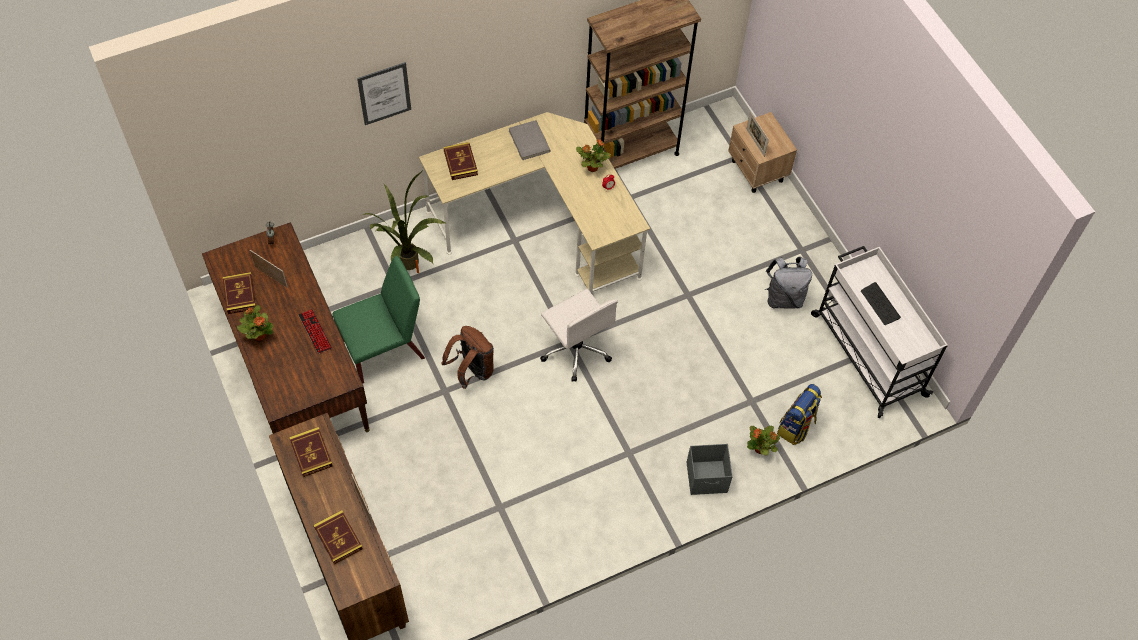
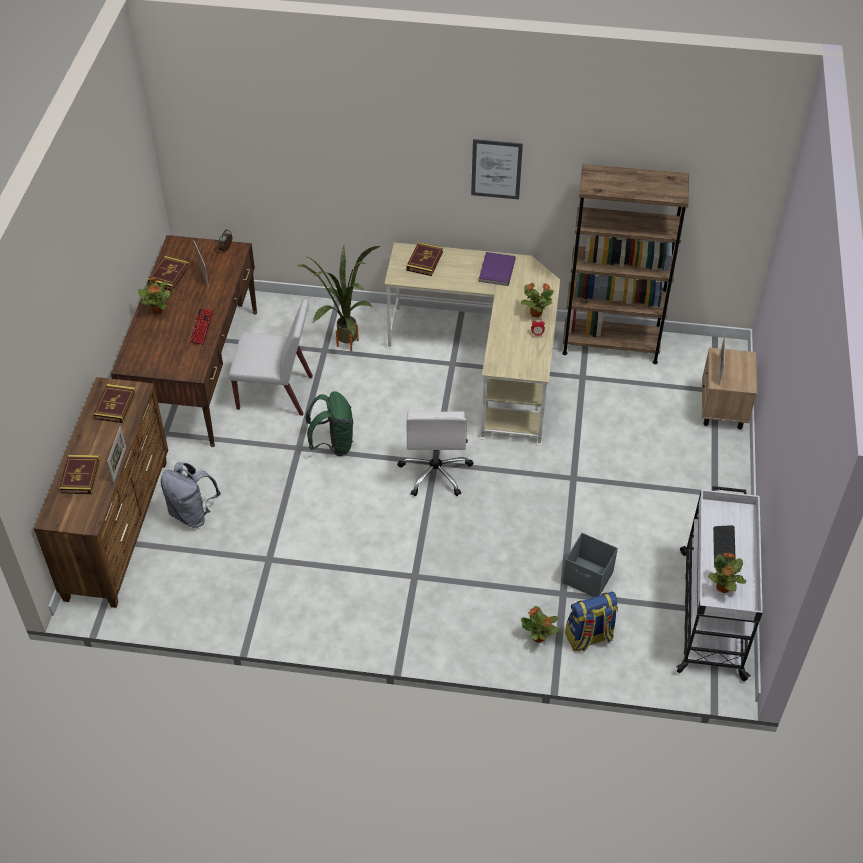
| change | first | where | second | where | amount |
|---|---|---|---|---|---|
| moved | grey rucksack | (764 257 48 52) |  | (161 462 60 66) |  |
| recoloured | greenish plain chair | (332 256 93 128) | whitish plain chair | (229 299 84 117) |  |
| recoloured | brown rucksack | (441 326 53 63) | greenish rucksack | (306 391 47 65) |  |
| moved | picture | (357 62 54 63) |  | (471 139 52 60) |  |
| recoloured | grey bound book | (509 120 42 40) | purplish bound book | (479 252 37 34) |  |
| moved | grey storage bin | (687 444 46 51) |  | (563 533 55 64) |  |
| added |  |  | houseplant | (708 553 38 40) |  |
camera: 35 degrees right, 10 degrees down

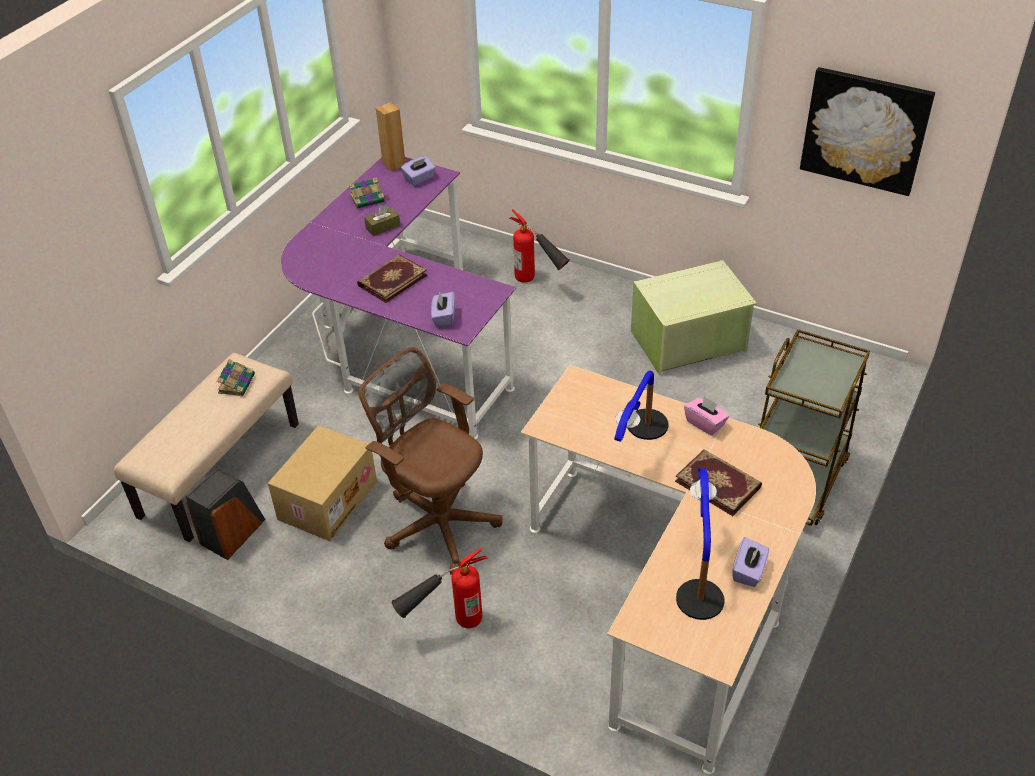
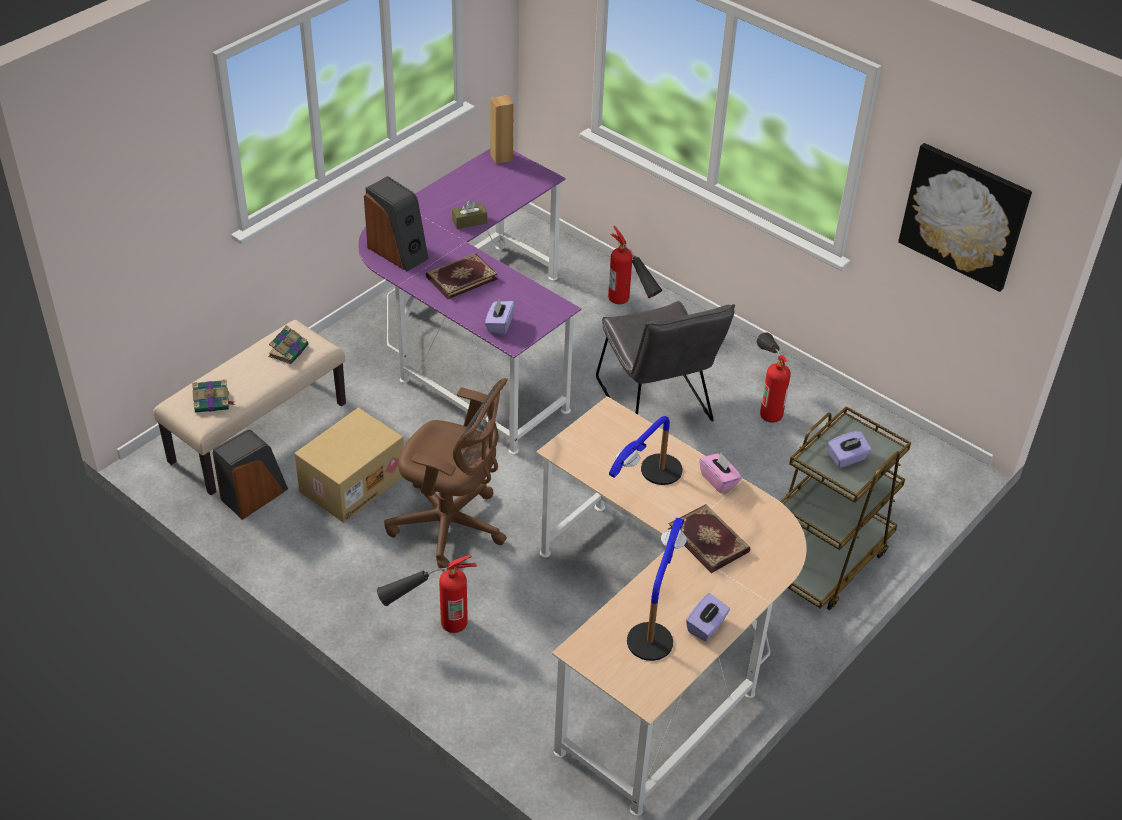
| change | first | where | second | where | amount |
|---|---|---|---|---|---|
| moved | bound book | (349 177 39 32) |  | (192 380 44 33) |  |
| added |  |  | speaker | (364 176 65 95) |  |
| turned | brown computer chair | (359 347 144 228) |  | (384 378 124 193) | 150 degrees clockwise |
| added |  |  | grey plain chair | (596 301 139 120) |  |
| replaced | greenish storage bin | (631 260 126 115) | extinguisher | (757 332 34 91) |  |
| moved | purplish tissue holder | (401 156 35 30) |  | (827 431 45 37) |  |
camera: 10 degrees right, 0 degrees up

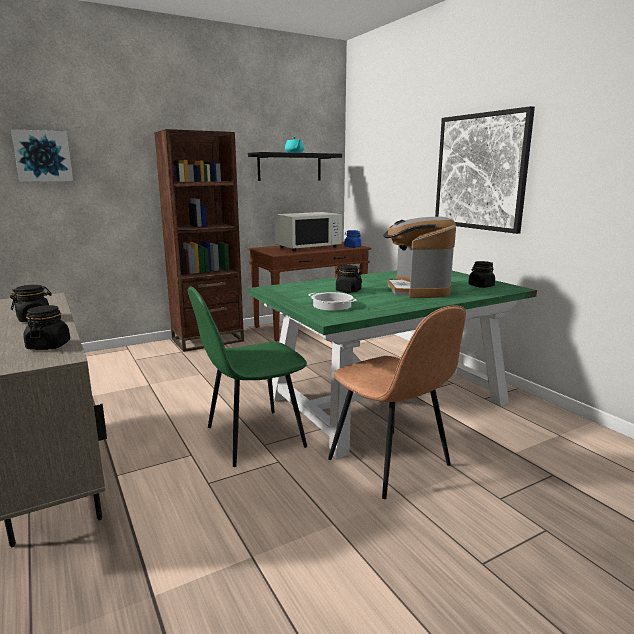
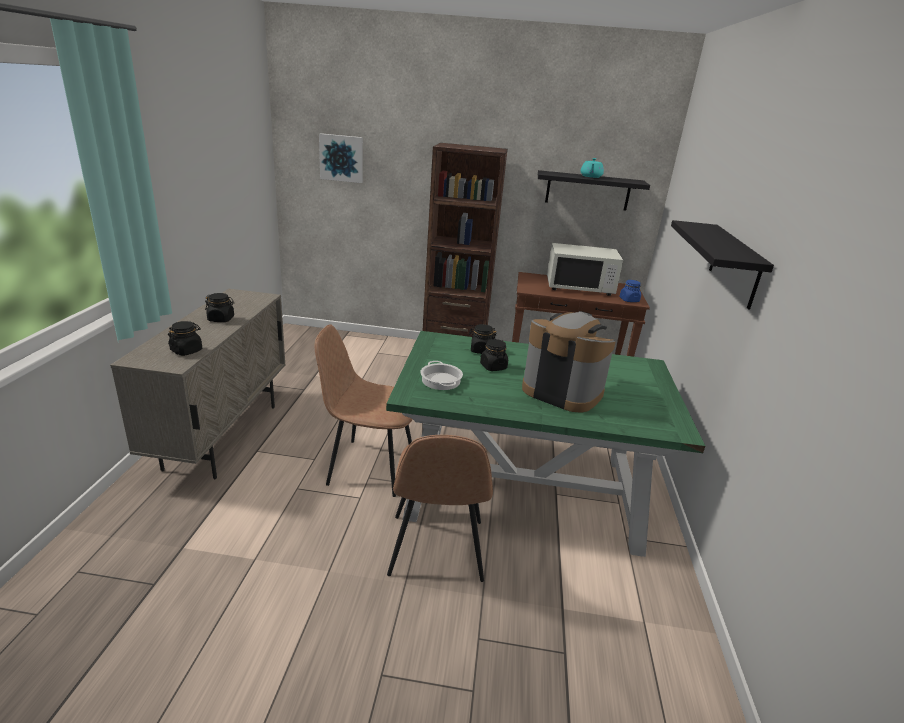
| change | first | where | second | where | amount |
|---|---|---|---|---|---|
| recoloured | greenish plain chair | (188 286 119 181) | brown plain chair | (315 324 98 173) |  |
| moved | black storage jar | (469 261 26 27) |  | (469 324 28 30) |  |
| turned | coffee machine | (383 217 73 81) |  | (522 311 93 101) | 90 degrees clockwise |
| replaced | picture | (435 106 100 128) | black bracket shelf | (671 220 103 90) |  |
camera: 35 degrees right, 10 degrees up

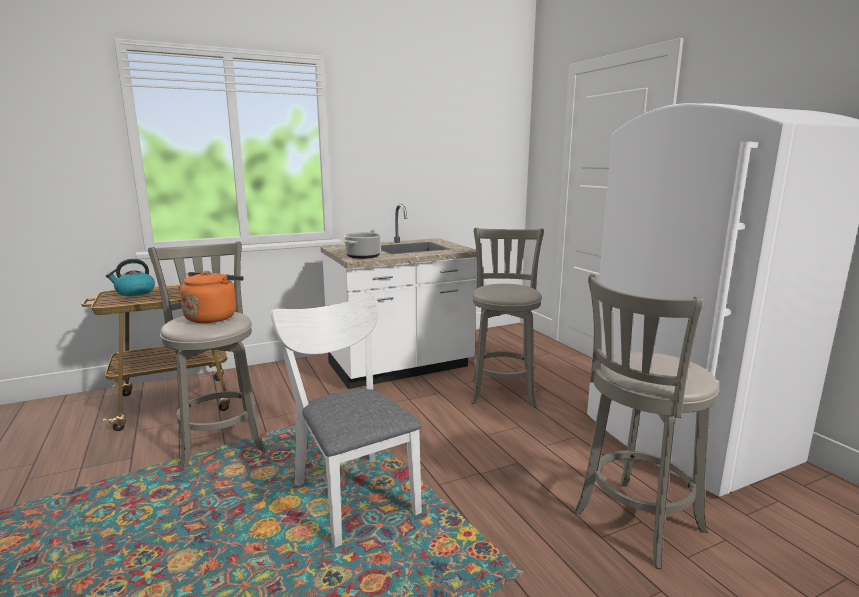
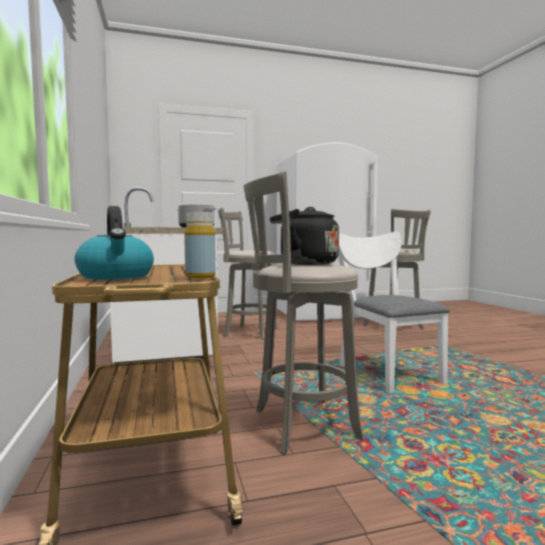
| change | first | where | second | where | amount |
|---|---|---|---|---|---|
| added |  |  | yellow-coloured bottle | (184 212 32 66) |  |
| recoloured | orangey tea kettle | (178 271 65 52) | black tea kettle | (270 207 69 58) |  |
| turned | whitish plain chair | (271 295 151 253) |  | (338 231 112 162) | 90 degrees clockwise |
camera: 80 degrees left, 10 degrees down

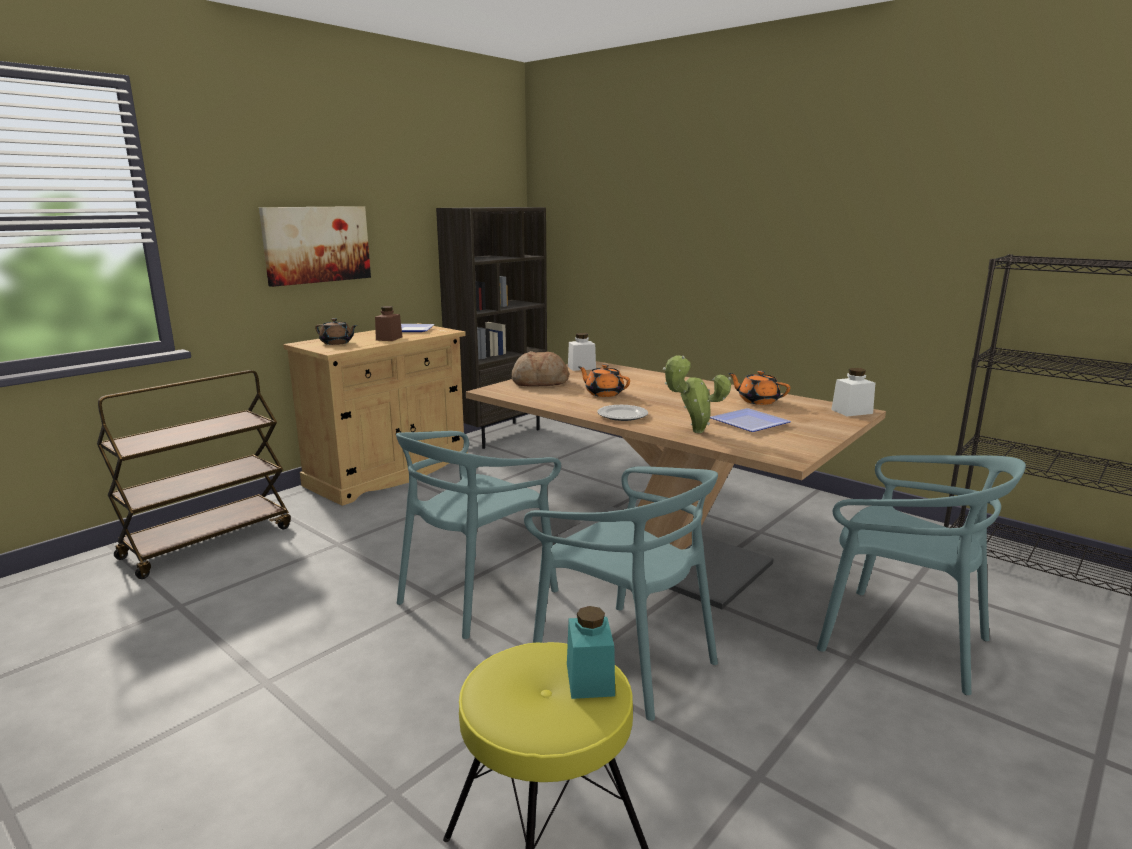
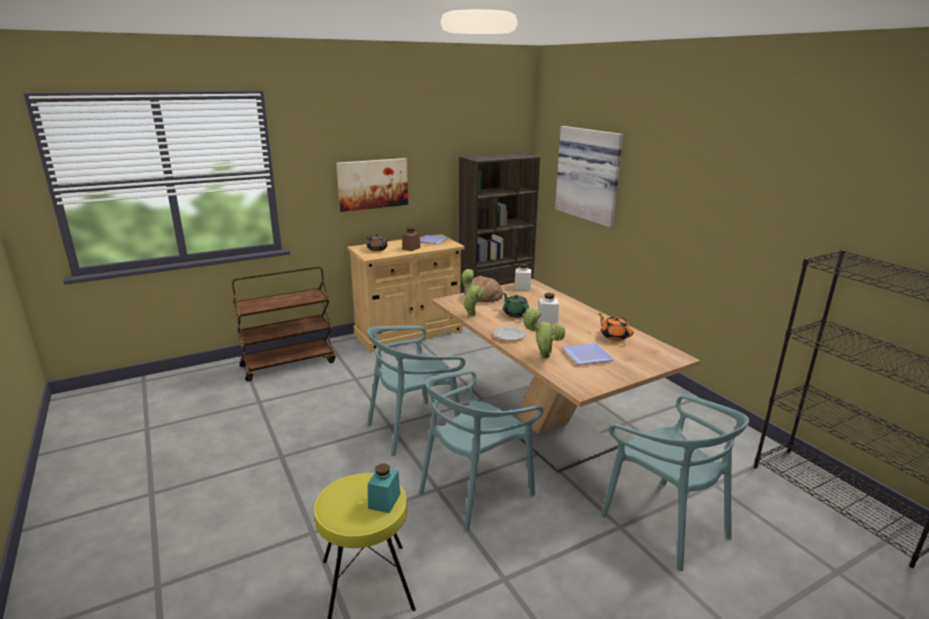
| change | first | where | second | where | amount |
|---|---|---|---|---|---|
| turned | turquoise-coloured plain chair | (524 466 194 255) |  | (419 370 125 161) | 75 degrees clockwise |
| added |  |  | houseplant | (461 269 24 47) |  |
| recoloured | orangey tea pot | (578 364 52 33) | greenish tea pot | (503 293 26 24) |  |
| moved | whitish storage jar | (831 368 44 49) |  | (538 293 21 30) |  |
| added |  |  | picture | (555 126 68 101) |  |
camera: 20 degrees right, 5 degrees up

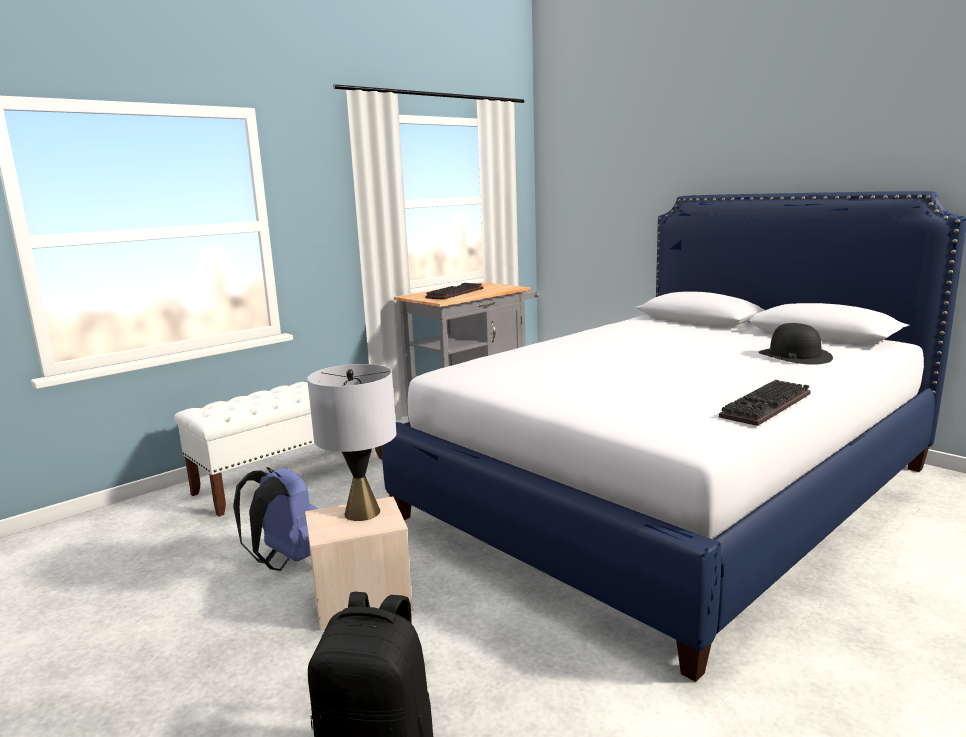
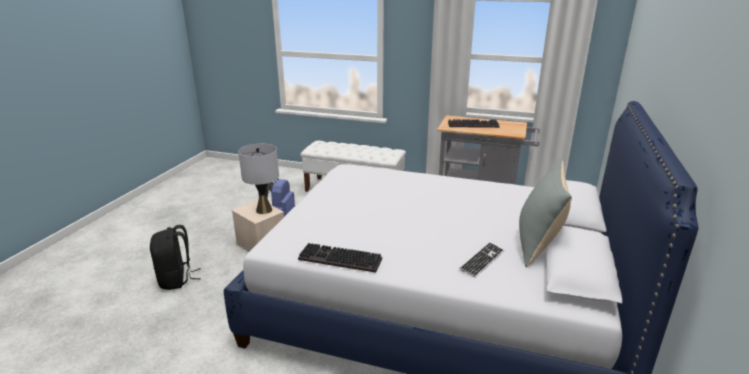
| change | first | where | second | where | amount |
|---|---|---|---|---|---|
| replaced | black clothing hat | (758 323 75 42) | PC keyboard | (459 242 45 36) |  |
| added |  |  | grey throw pillow | (519 160 53 107) |  |
camera: 60 degrees right, 10 degrees up

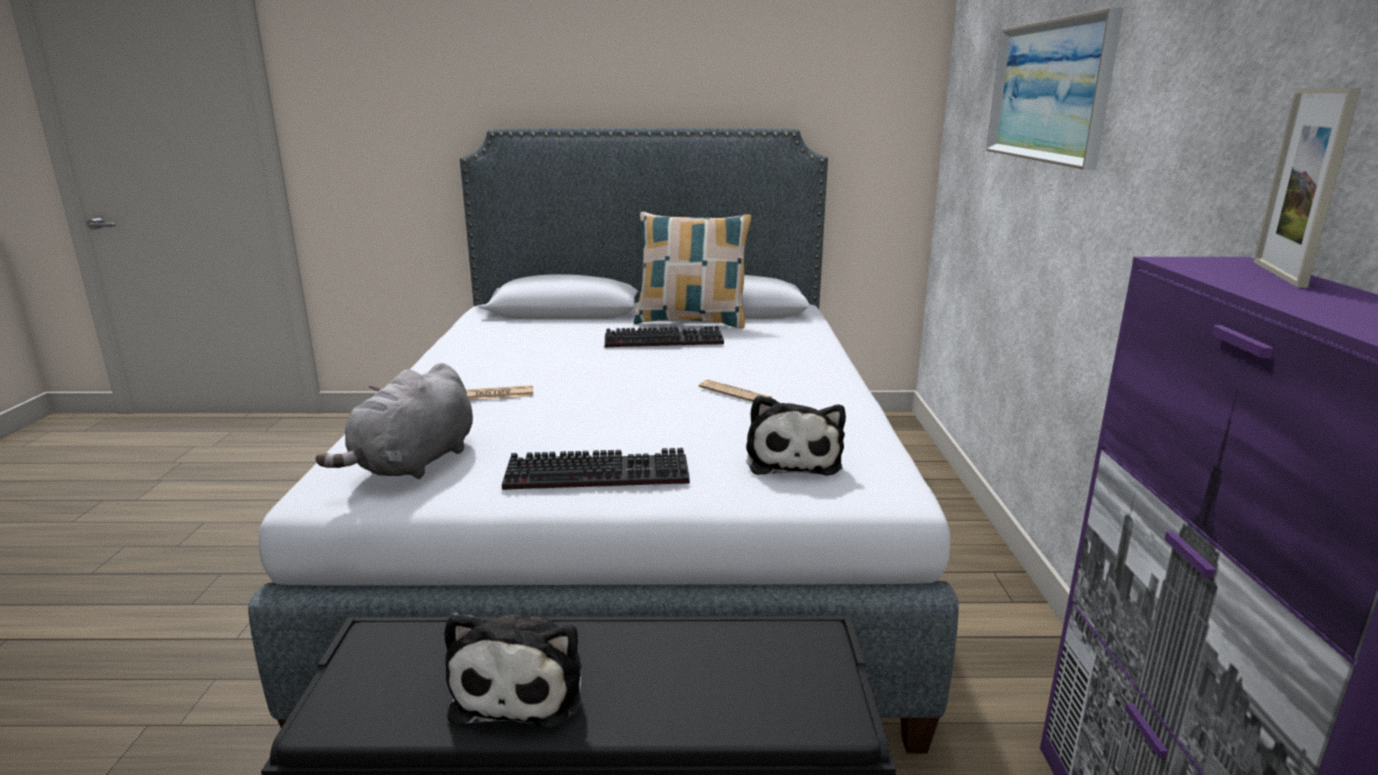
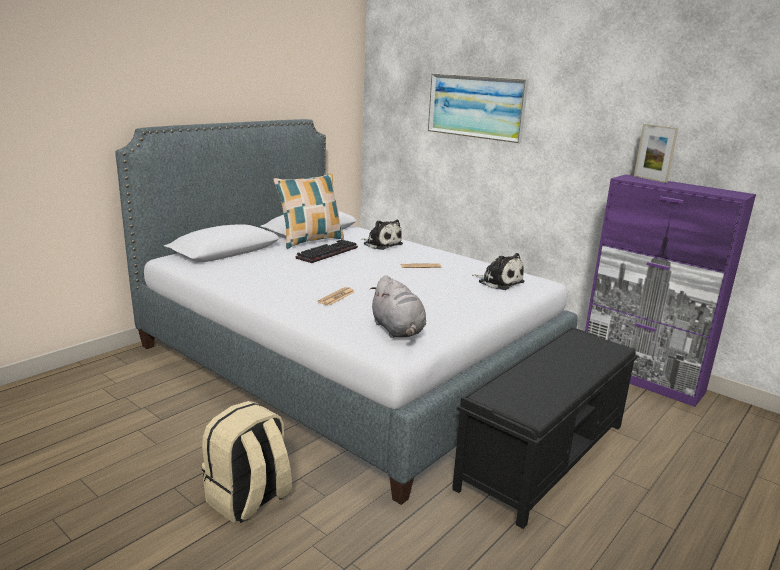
| change | first | where | second | where | amount |
|---|---|---|---|---|---|
| added |  |  | beige rucksack | (202 401 90 122) |  |
| moved | soft toy | (444 612 138 117) |  | (361 220 42 30) |  |
| removed | PC keyboard | (502 448 188 42) |  |  |  |
camera: 50 degrees left, 0 degrees up

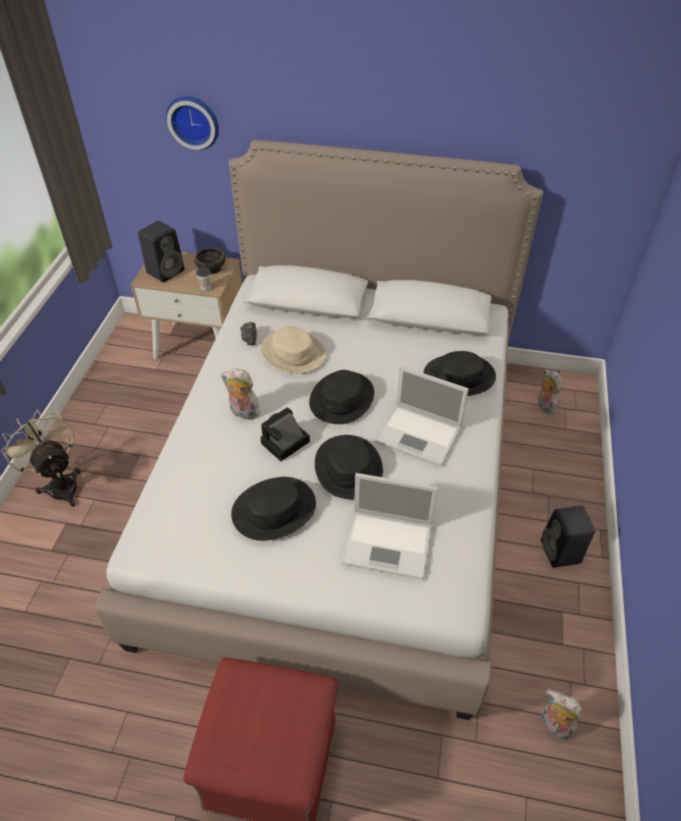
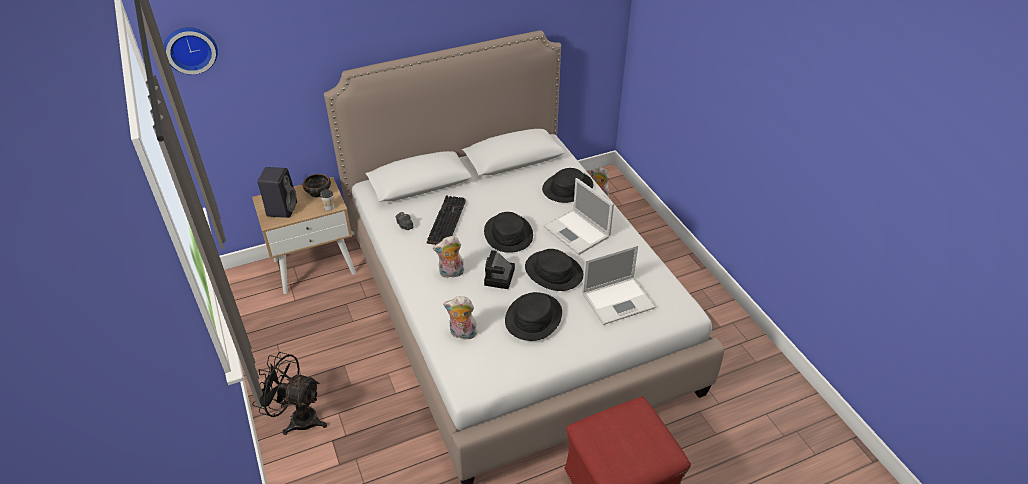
| change | first | where | second | where | amount |
|---|---|---|---|---|---|
| moved | wall clock | (166 96 53 54) |  | (164 27 54 47) |  |
| recoloured | beige electric fan | (1 410 79 97) | black electric fan | (252 352 75 83) |  |
| replaced | beige clothing hat | (261 326 65 48) | PC keyboard | (427 195 39 50) |  |
| moved | soft toy | (541 689 42 51) |  | (443 297 34 42) |  |
| turned | portable computer | (375 366 94 101) |  | (543 178 71 77) | 60 degrees clockwise |
| removed | black speaker | (541 505 54 63) |  |  |  |
camera: 35 degrees left, 5 degrees down

